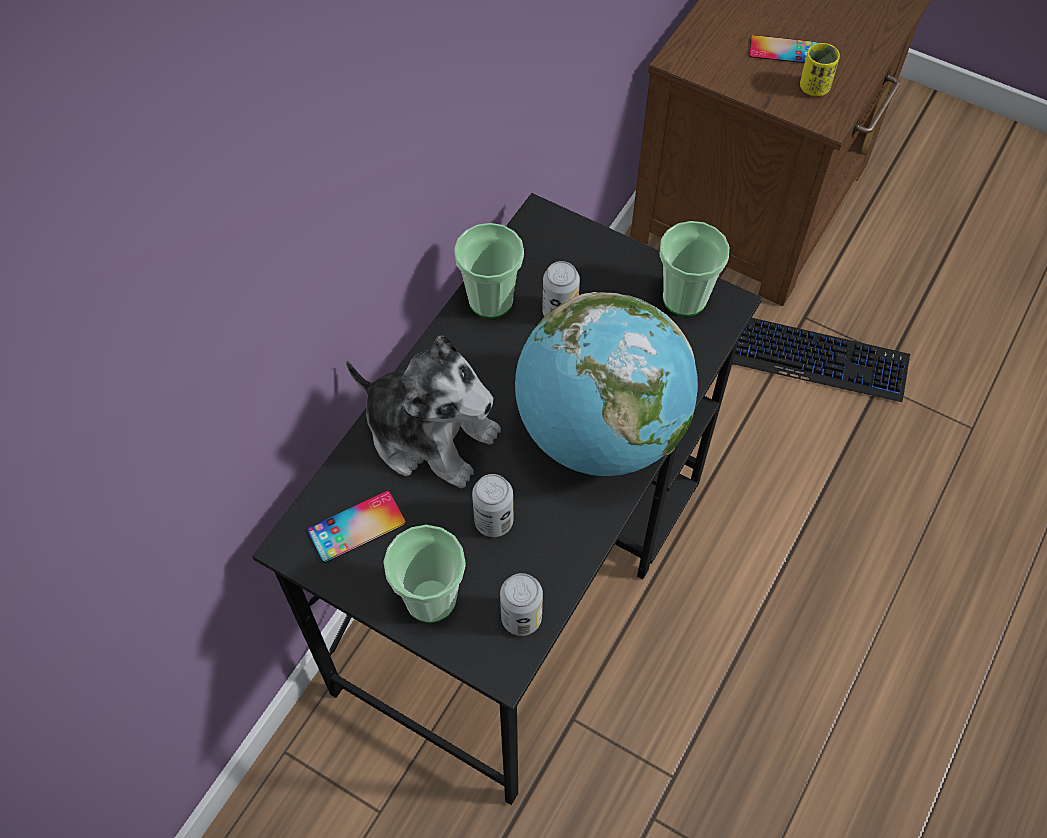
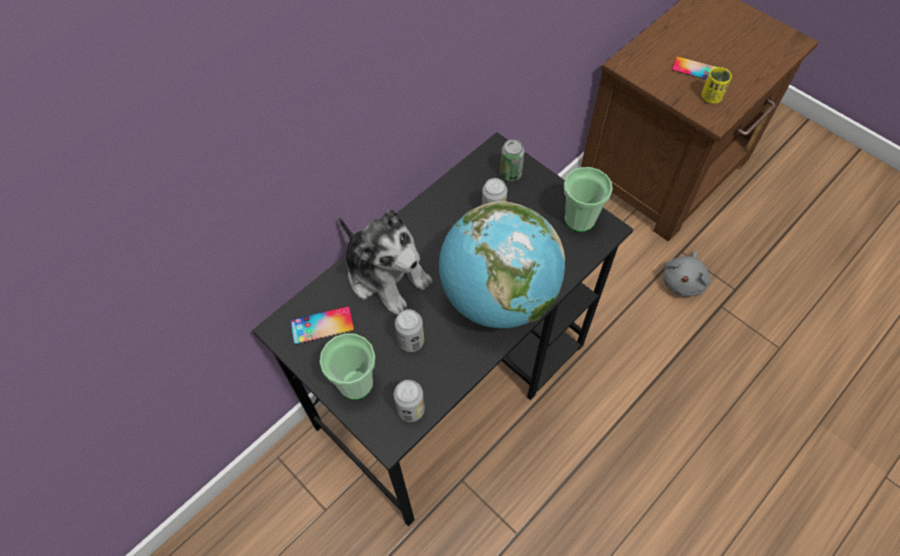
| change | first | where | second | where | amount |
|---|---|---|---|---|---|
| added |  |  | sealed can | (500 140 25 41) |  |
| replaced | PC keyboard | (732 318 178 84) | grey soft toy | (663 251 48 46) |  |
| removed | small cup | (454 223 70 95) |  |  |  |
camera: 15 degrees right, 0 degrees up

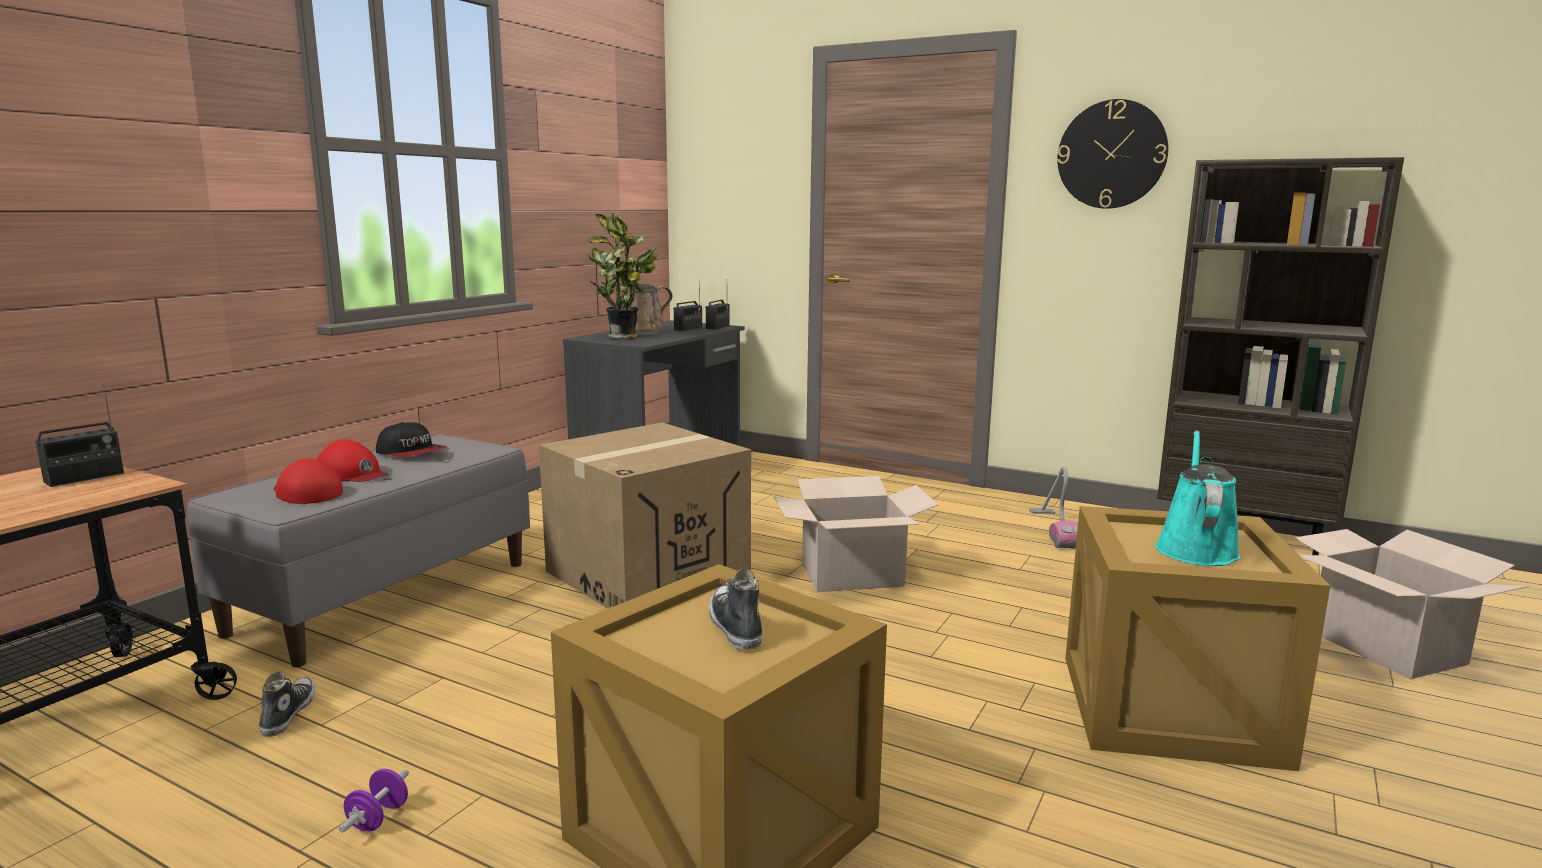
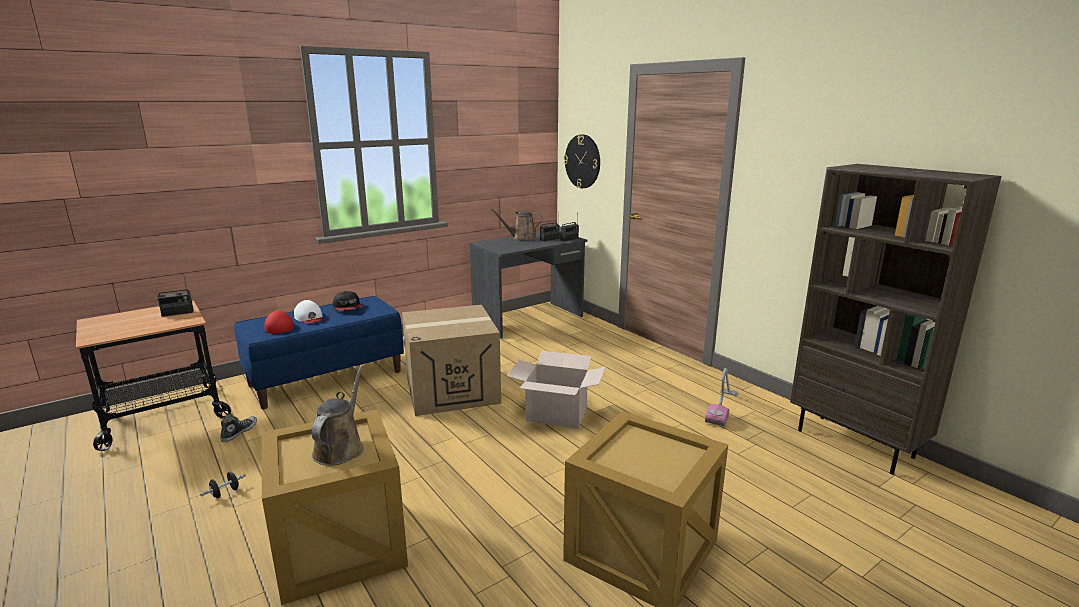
| change | first | where | second | where | amount |
|---|---|---|---|---|---|
| recoloured | purplish free weight | (339 769 70 63) | black free weight | (200 472 46 26) |  |
| recoloured | grey indoor bench | (187 434 343 233) | bluish indoor bench | (234 296 170 113) |  |
| recoloured | red peaked cap | (316 439 72 43) | whitish peaked cap | (294 300 29 24) |  |
| replaced | item of footwear | (709 569 53 81) | brown watering can | (312 365 52 101) |  |
| moved | wall clock | (1057 99 111 110) |  | (564 134 36 54) |  |
| removed | houseplant | (587 213 71 126) |  |  |  |
| removed | turquoise-coloured watering can | (1155 431 85 135) |  |  |  |
| removed | cardboard box | (1295 529 234 150) |  |  |  |
camera: 25 degrees right, 5 degrees up

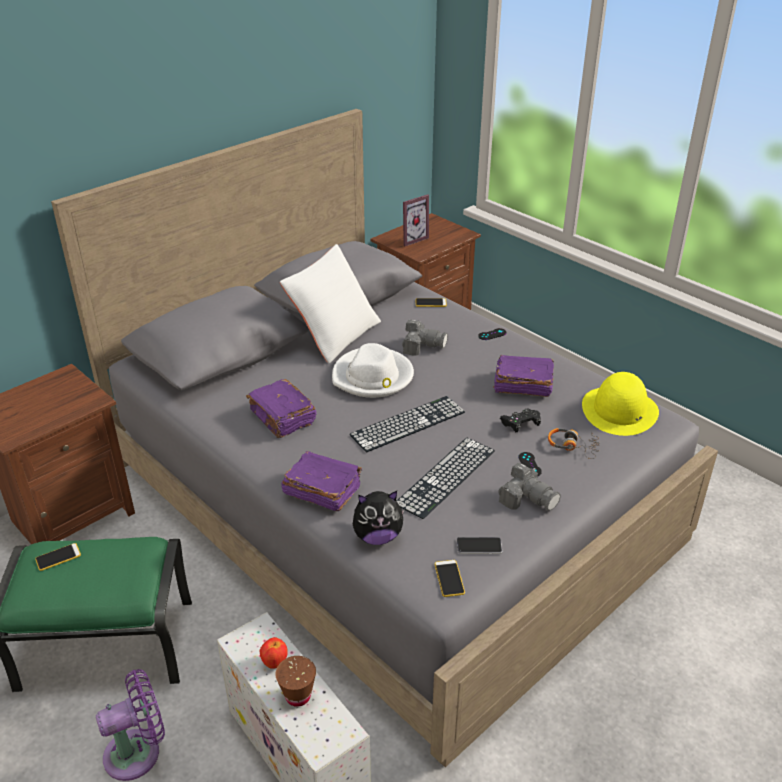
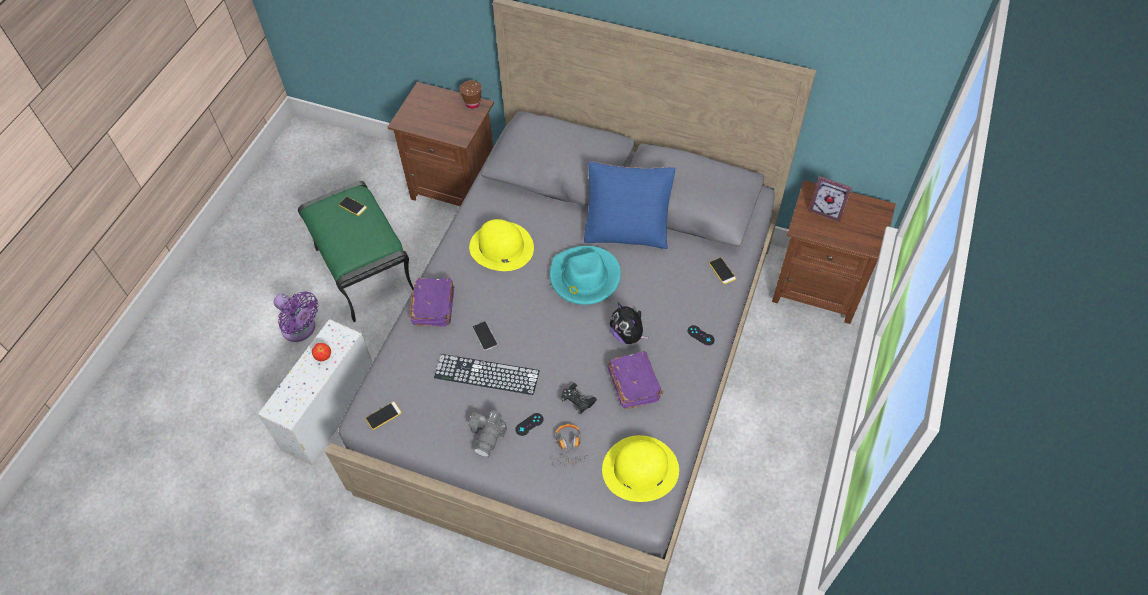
| change | first | where | second | where | amount |
|---|---|---|---|---|---|
| moved | brown small cup | (276 656 40 51) |  | (459 80 23 29) |  |
| replaced | purplish bound book | (246 379 70 59) | yellow-coloured clothing hat | (469 219 65 52) |  |
| moved | telephone | (457 537 45 17) |  | (472 321 26 30) |  |
| recoloured | whitish clothing hat | (332 343 82 55) | turquoise-coloured clothing hat | (550 246 71 59) |  |
| recoloured | whitish throw pillow | (280 244 101 120) | bluish throw pillow | (584 161 91 88) |  |
| moved | soft toy | (353 491 51 54) |  | (610 302 38 42) |  |
| removed | PC keyboard | (349 396 116 57) |  |  |  |
| removed | photo camera | (402 320 46 36) |  |  |  |
camera: 65 degrees right, 20 degrees up

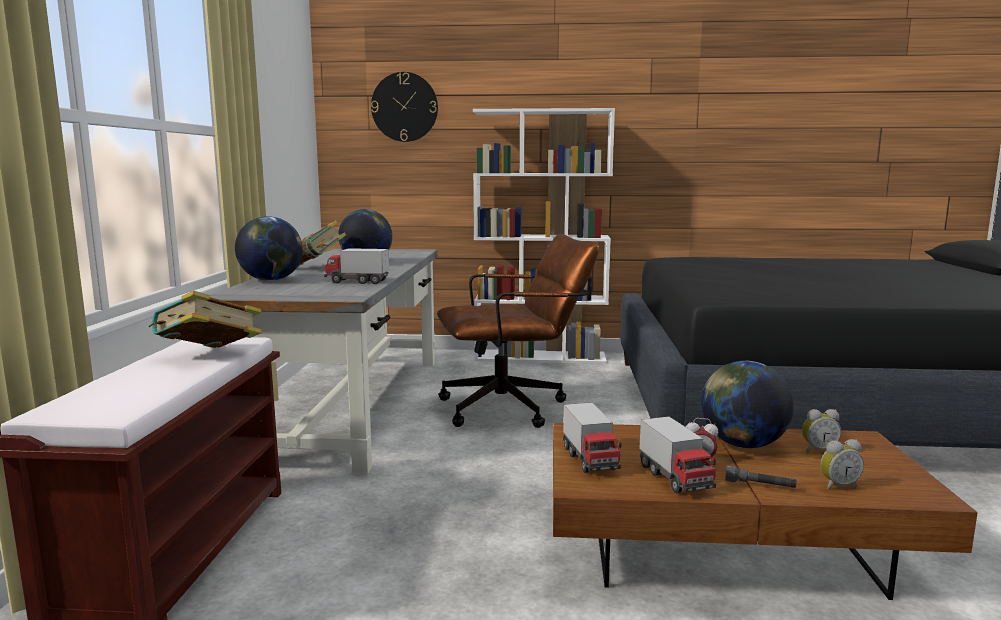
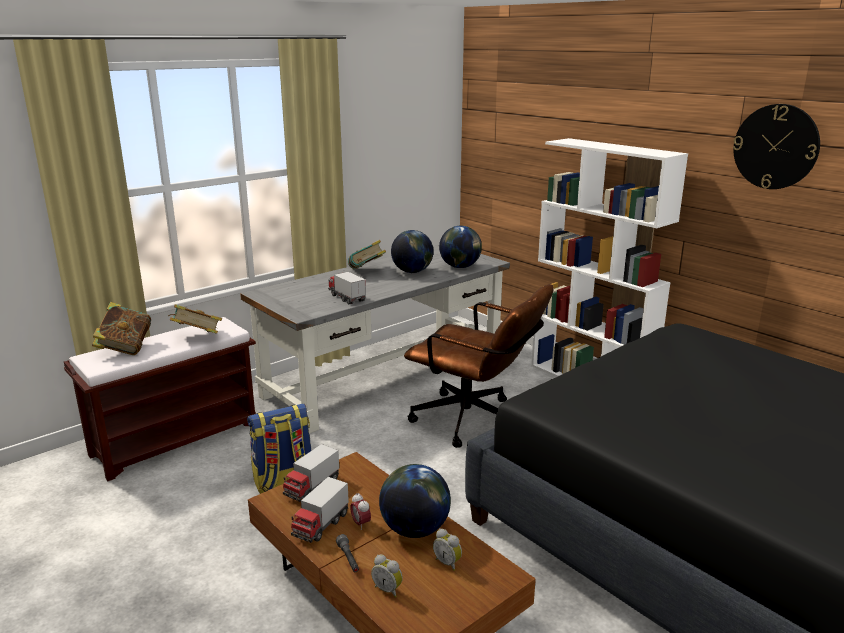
| change | first | where | second | where | amount |
|---|---|---|---|---|---|
| added |  |  | bound book | (92 302 59 53) |  |
| added |  |  | rucksack | (247 403 65 91) |  |
| moved | globe | (235 216 68 65) |  | (439 226 43 42) |  |
| moved | wall clock | (371 72 67 70) |  | (733 104 87 85) |  |
camera: 45 degrees right, 10 degrees up

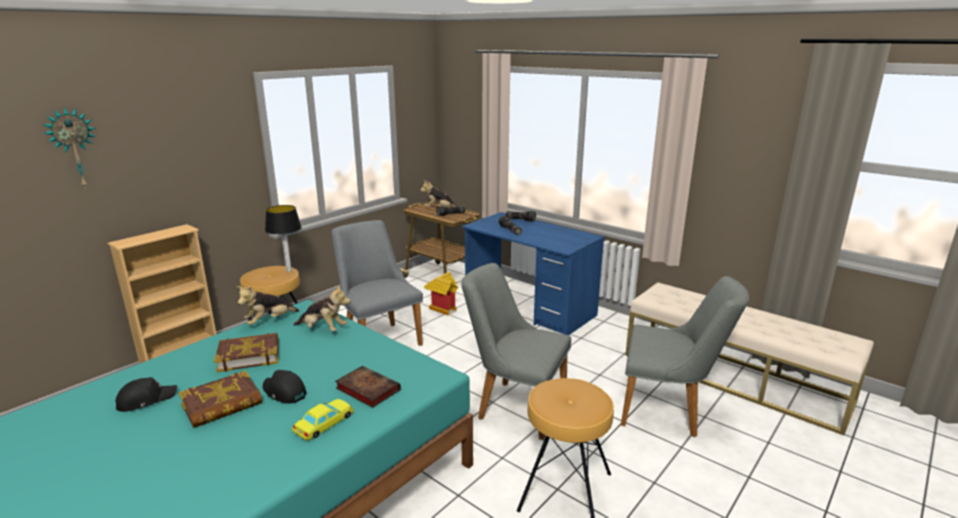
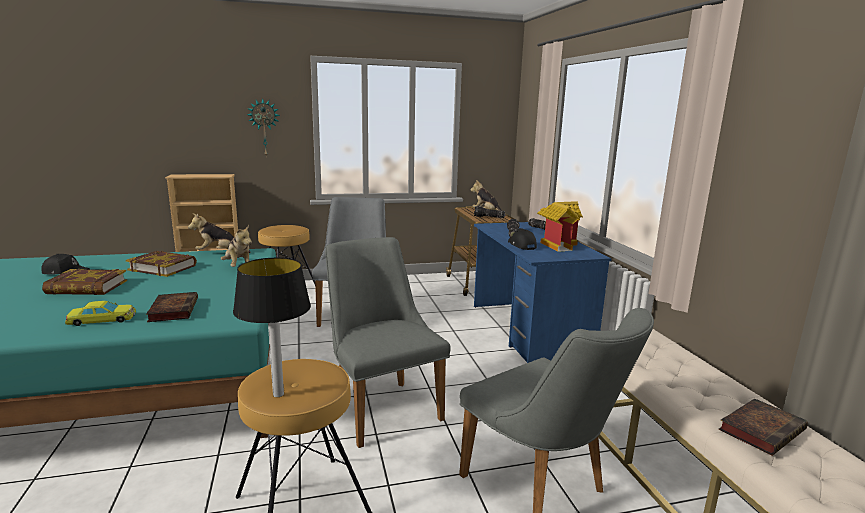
| change | first | where | second | where | amount |
|---|---|---|---|---|---|
| moved | lamp for a table | (265 205 37 67) |  | (233 258 78 139) |  |
| moved | wall clock | (43 107 53 82) |  | (247 98 33 58) |  |
| moved | black peaked cap | (263 370 43 34) |  | (508 228 29 22) |  |
| moved | toy house | (424 272 34 44) |  | (537 201 46 51) |  |
| added |  |  | bound book | (718 399 90 57) |  |
camera: 35 degrees right, 5 degrees down

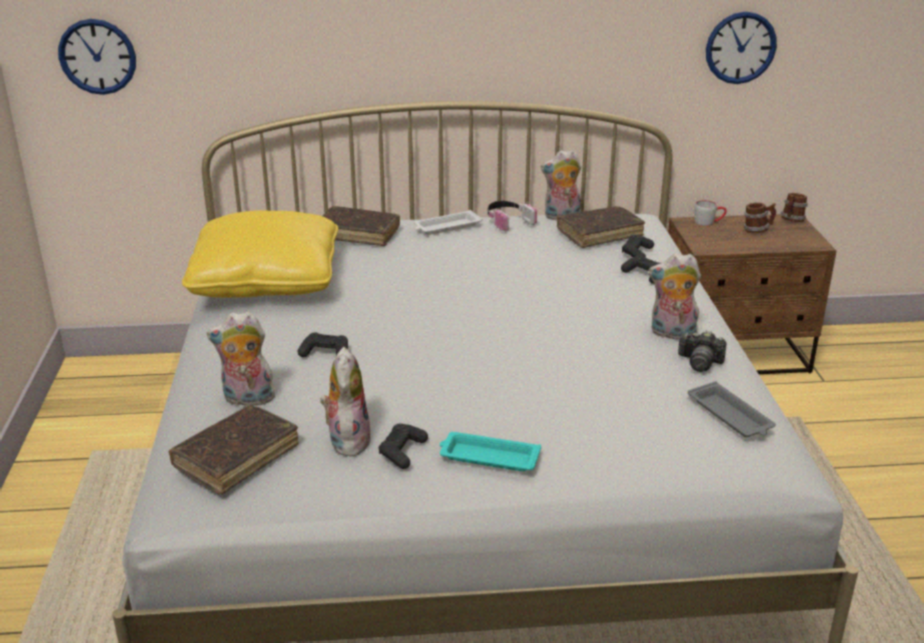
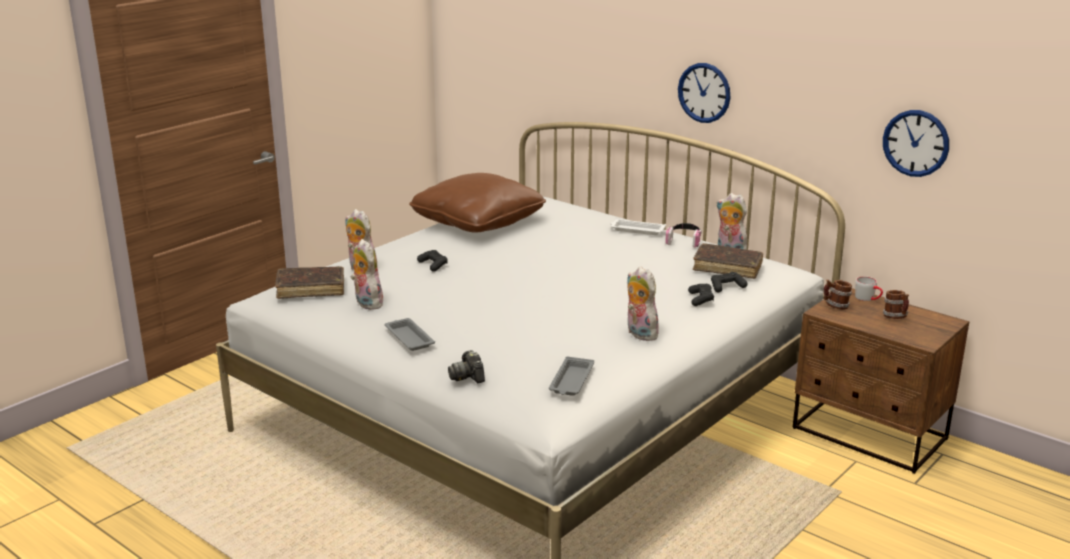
| change | first | where | second | where | amount |
|---|---|---|---|---|---|
| turned | soft toy | (320 347 51 110) |  | (351 239 32 71) | 75 degrees counterclockwise |
| recoloured | turquoise-coloured carrying tray | (440 432 101 39) | grey carrying tray | (385 318 50 33) |  |
| recoloured | yellow-coloured throw pillow | (182 210 156 88) | brown throw pillow | (409 173 137 60) |  |
| moved | photo camera | (678 331 49 41) |  | (448 350 37 34) |  |
| moved | wall clock | (58 19 78 76) |  | (678 63 53 60) |  |
| moved | tea mug | (781 193 27 29) |  | (824 279 28 31) |  |
| removed | brown bound book | (322 206 78 40) |  |  |  |
| removed | black joypad | (379 423 49 46) |  |  |  |
camera: 45 degrees right, 5 degrees down

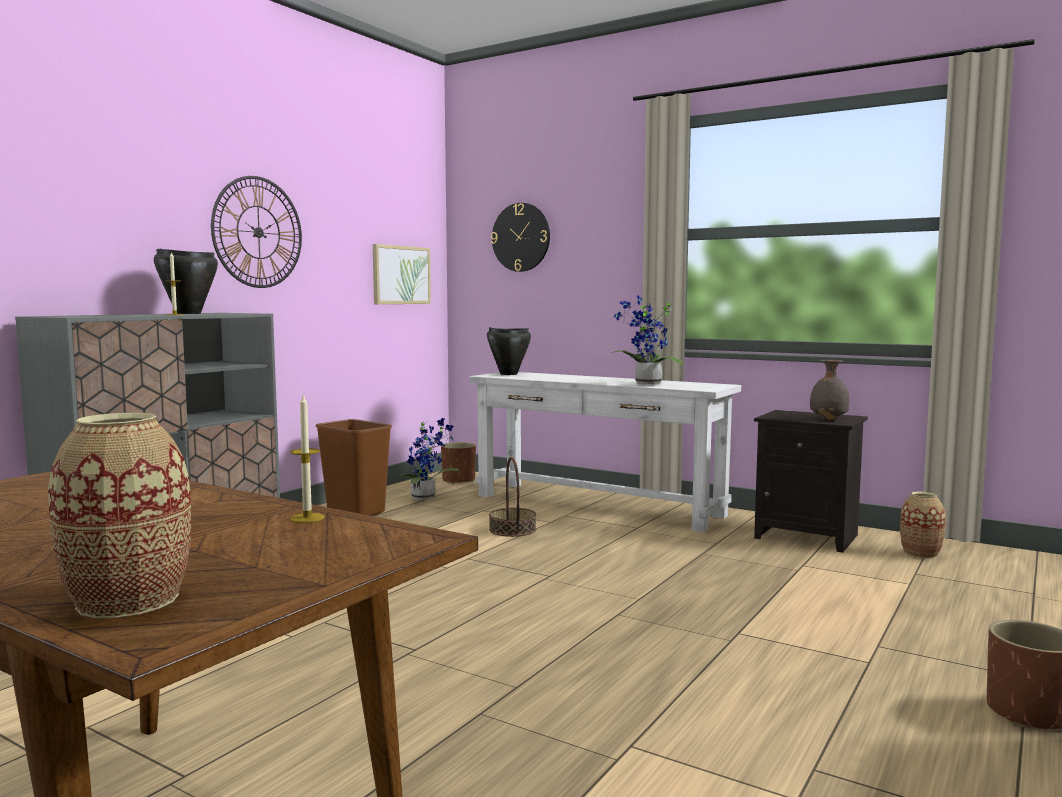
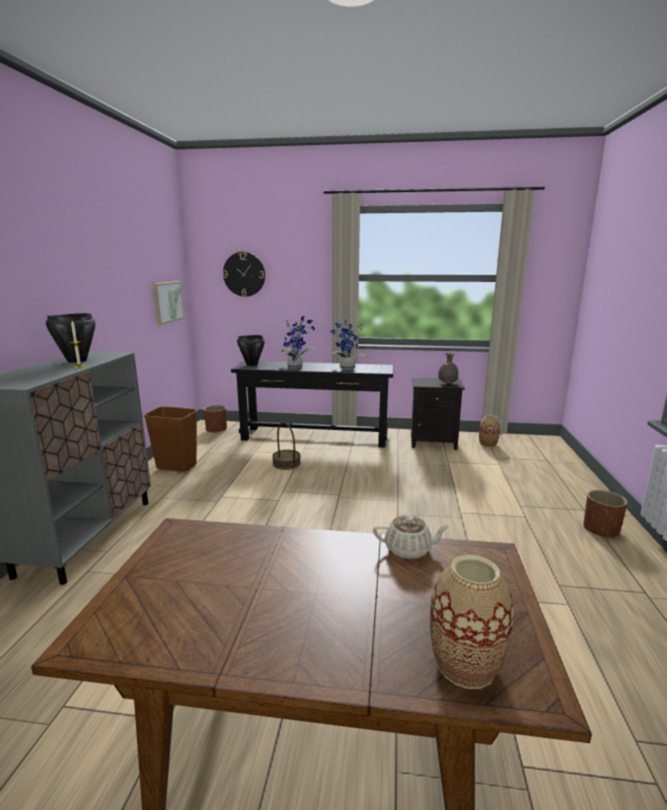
| change | first | where | second | where | amount |
|---|---|---|---|---|---|
| recoloured | whitish narrow table | (470 372 271 160) | black narrow table | (231 361 163 87) |  |
| moved | houseplant | (399 418 60 82) |  | (281 316 36 53) |  |
| replaced | wax light | (290 394 35 129) | beige tea pot | (373 515 77 44) |  |
| removed | wall clock | (211 176 91 112) |  |  |  |
camera: 25 degrees left, 10 degrees up

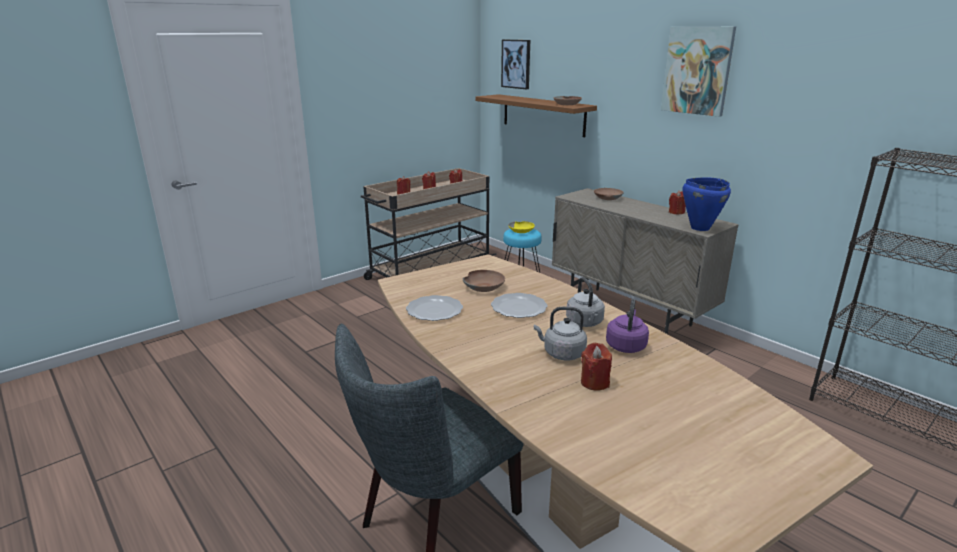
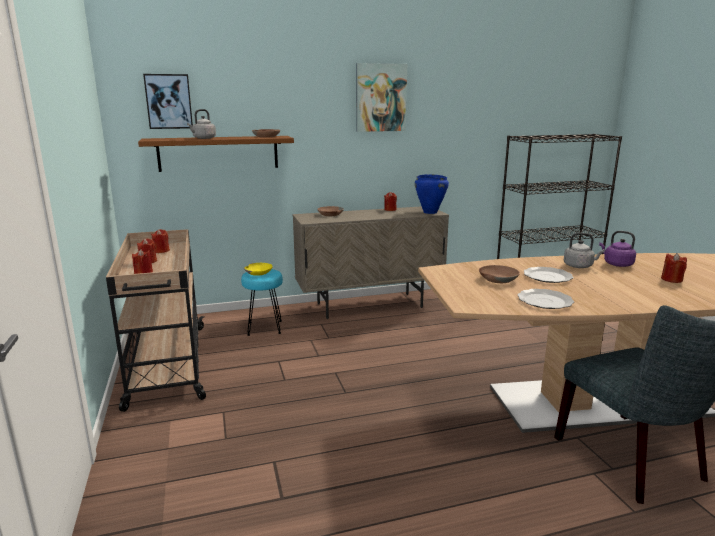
| change | first | where | second | where | amount |
|---|---|---|---|---|---|
| moved | grey tea kettle | (534 307 53 53) |  | (187 109 29 30) |  |
camera: 65 degrees left, 5 degrees down

